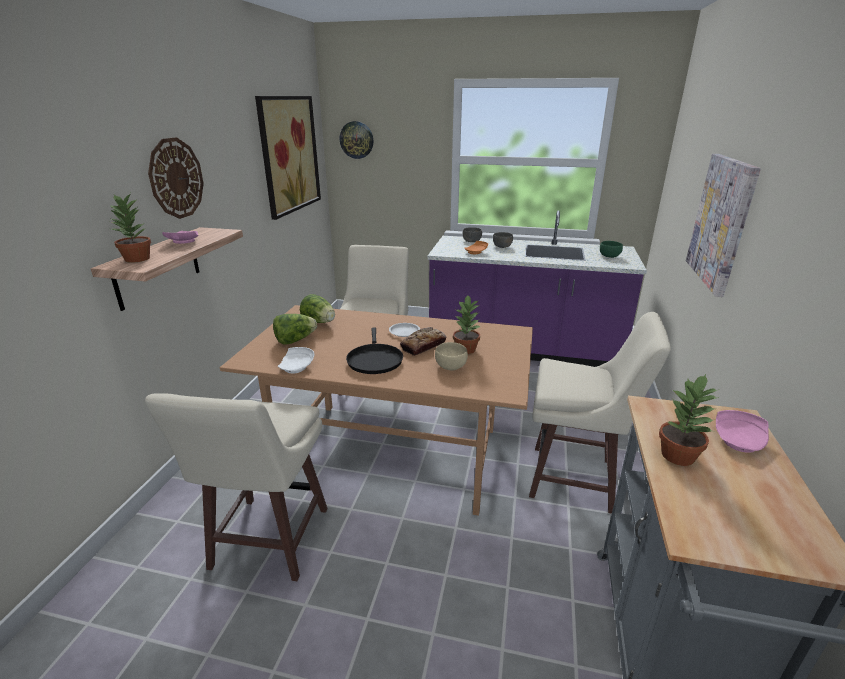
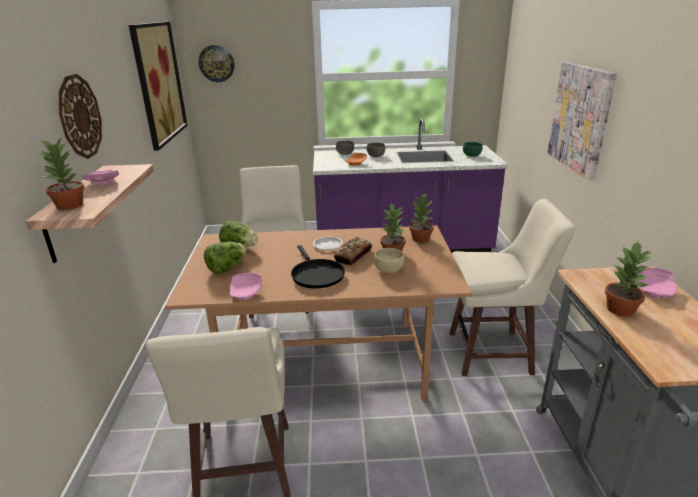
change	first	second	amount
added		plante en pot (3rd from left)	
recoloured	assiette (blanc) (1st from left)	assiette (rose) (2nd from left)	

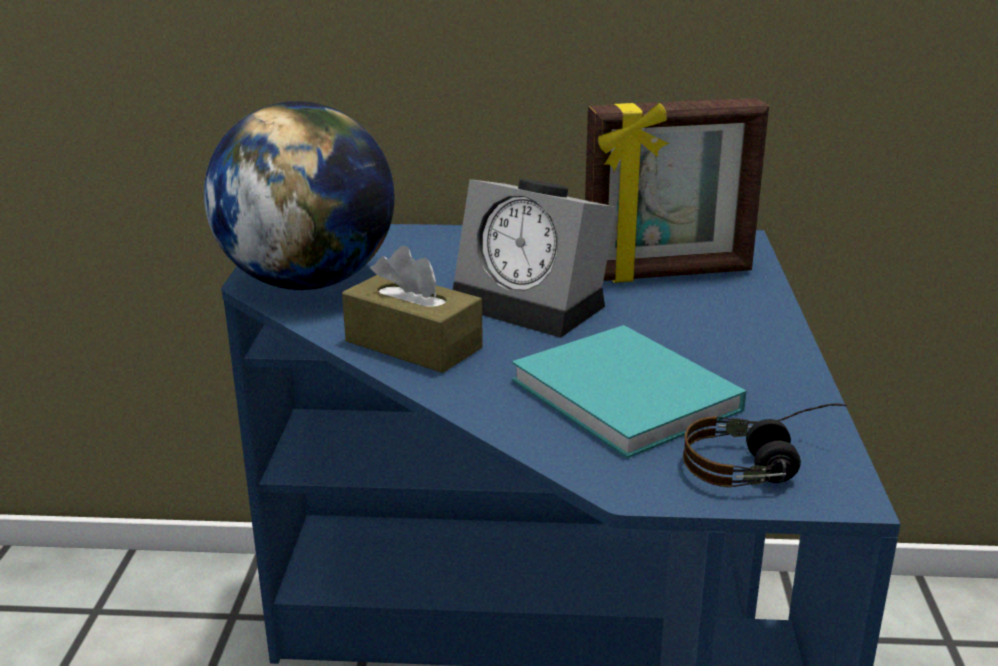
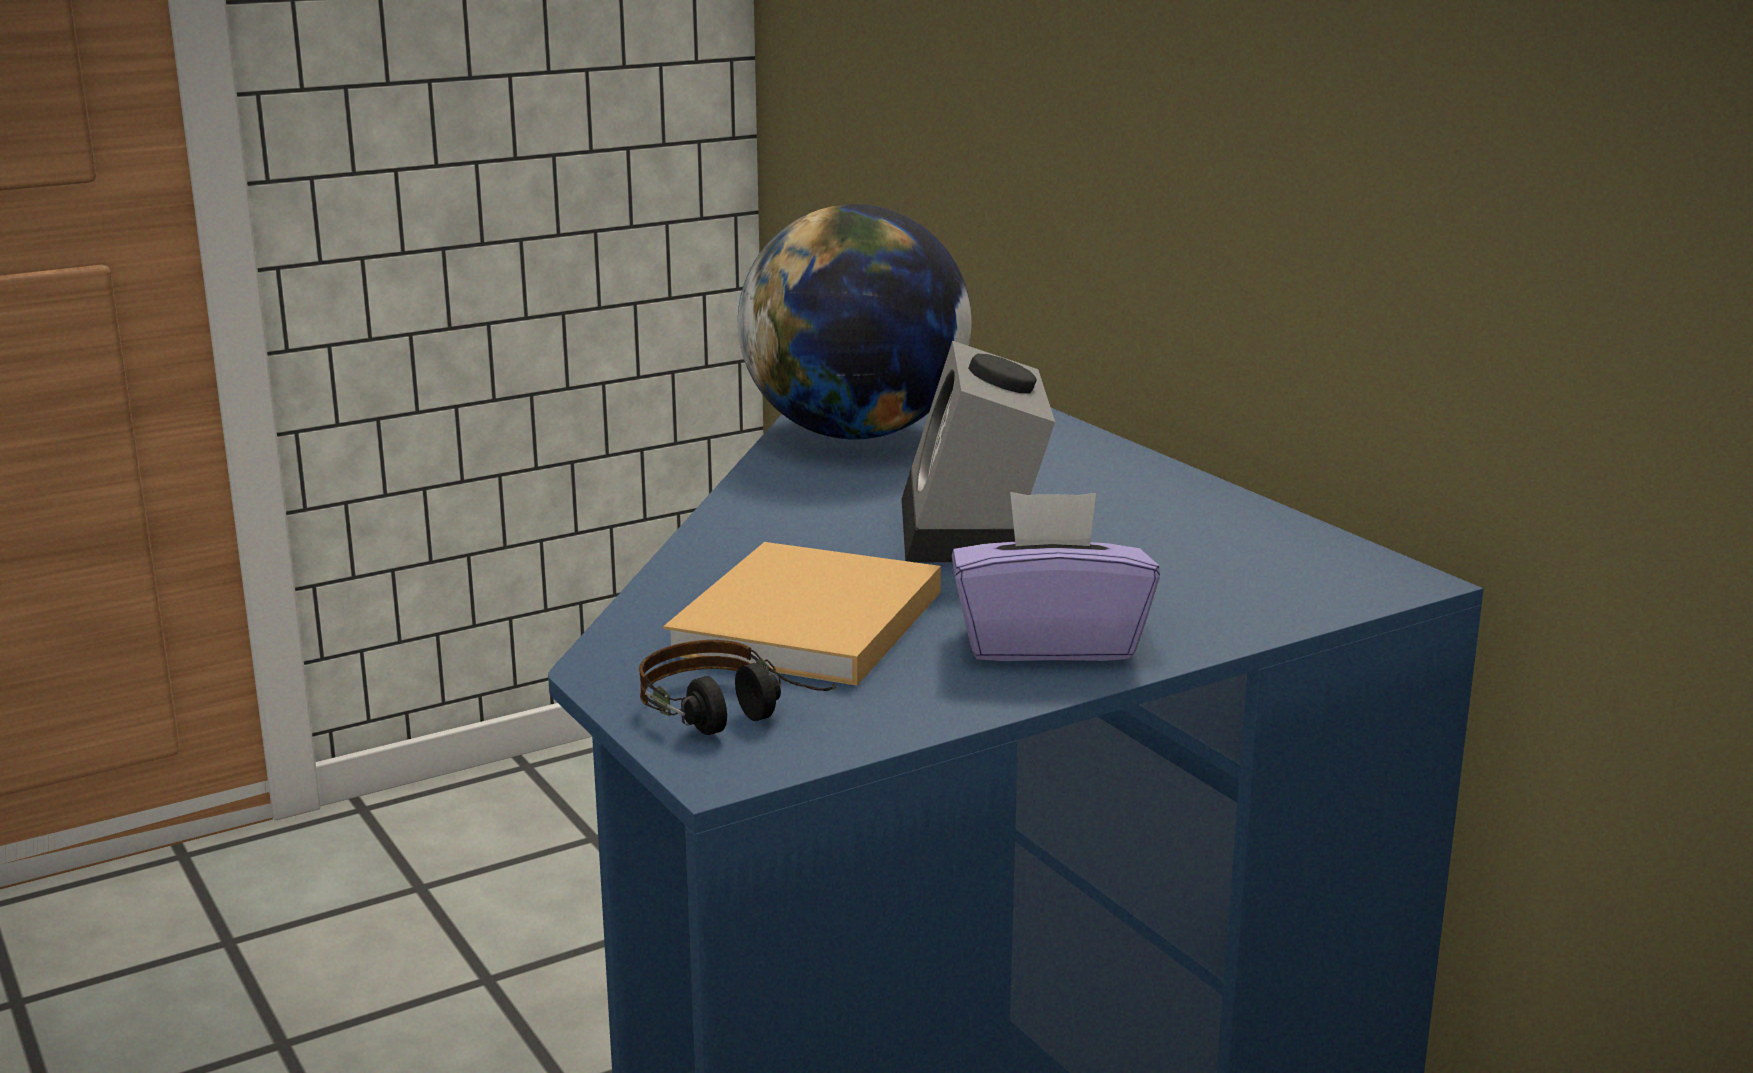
change	first	second	amount
removed	boîte à mouchoirs (marron)		
removed	cadre photo		
added		boîte à mouchoirs (violet)	
recoloured	livre (turquoise)	livre (beige)	

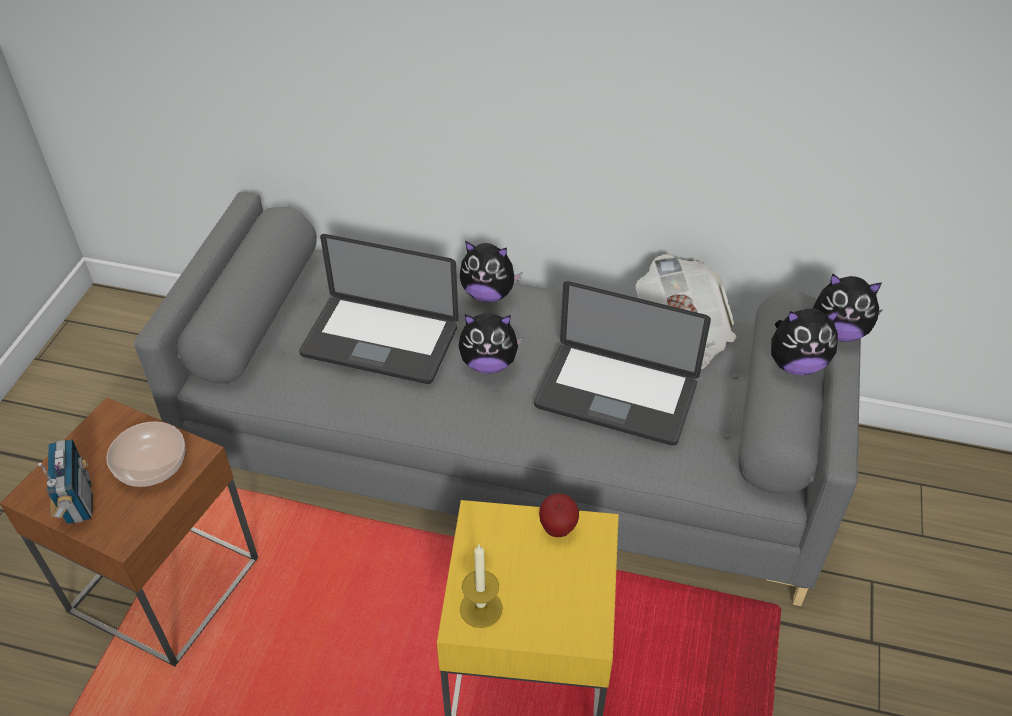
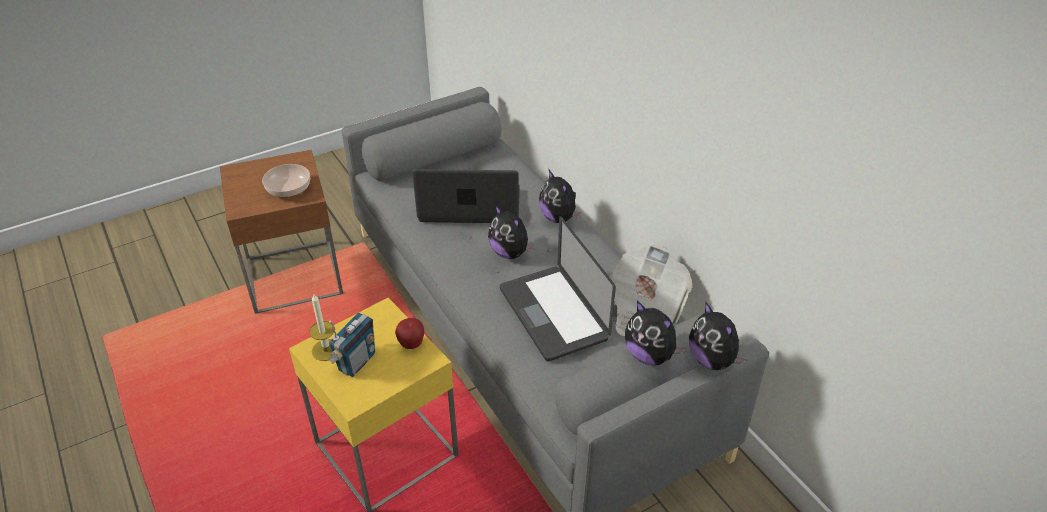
change	first	second	amount
moved	radio		
turned	ordinateur portable (1st from left)		120 degrees clockwise

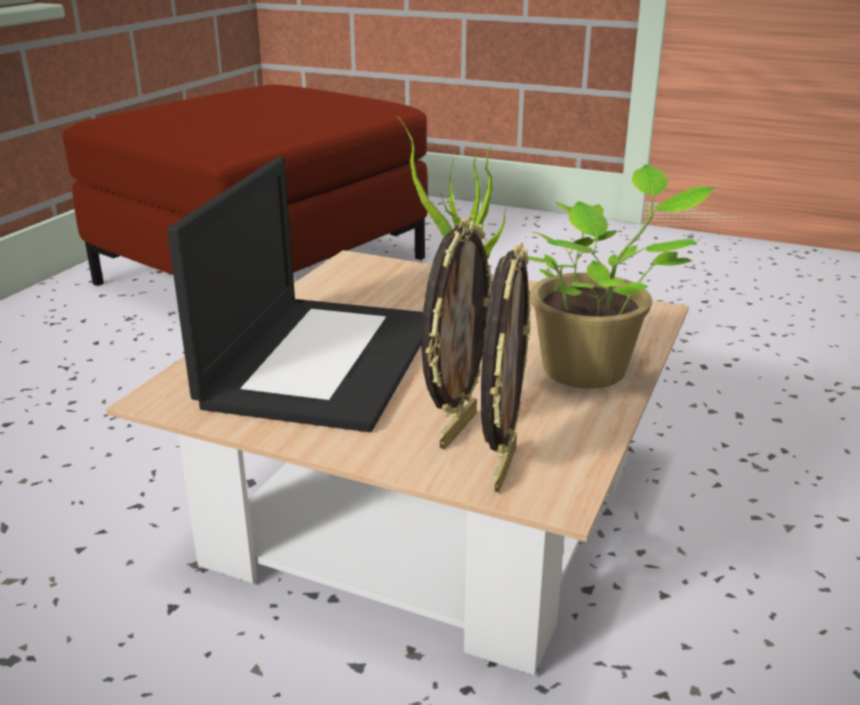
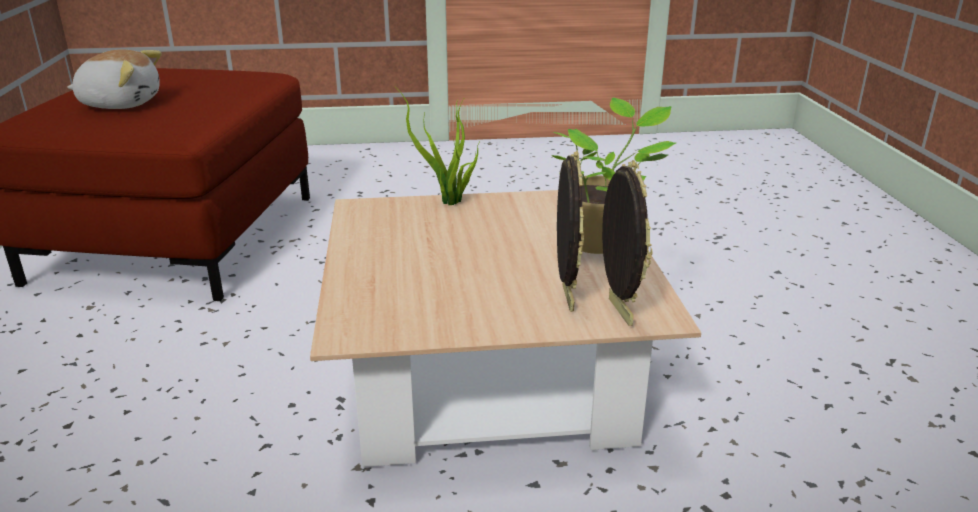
change	first	second	amount
removed	ordinateur portable		
added		peluche	

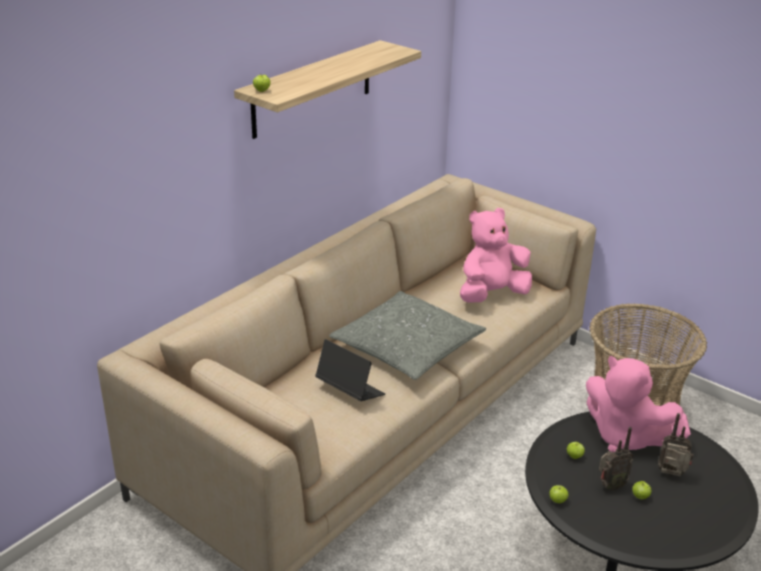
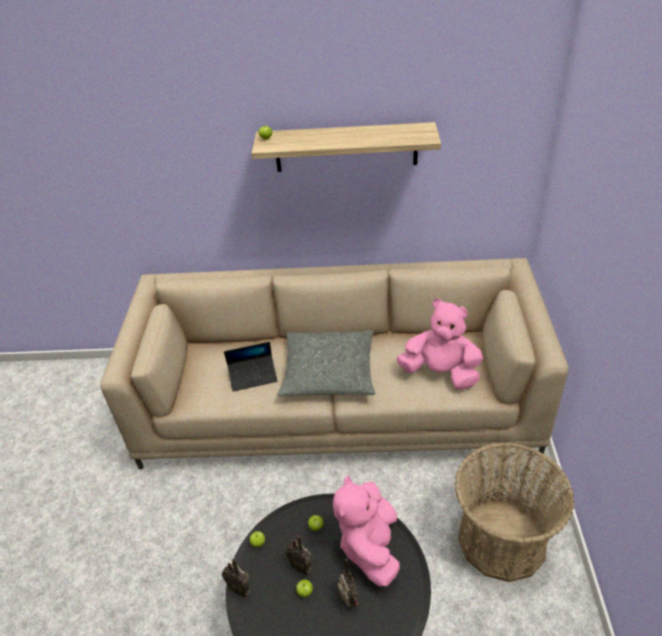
change	first	second	amount
added		radio (1st from left)	
turned	ordinateur portable		75 degrees clockwise

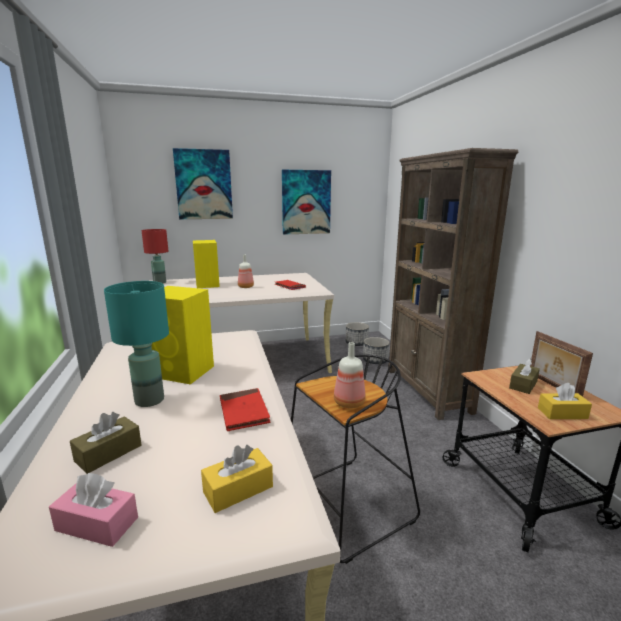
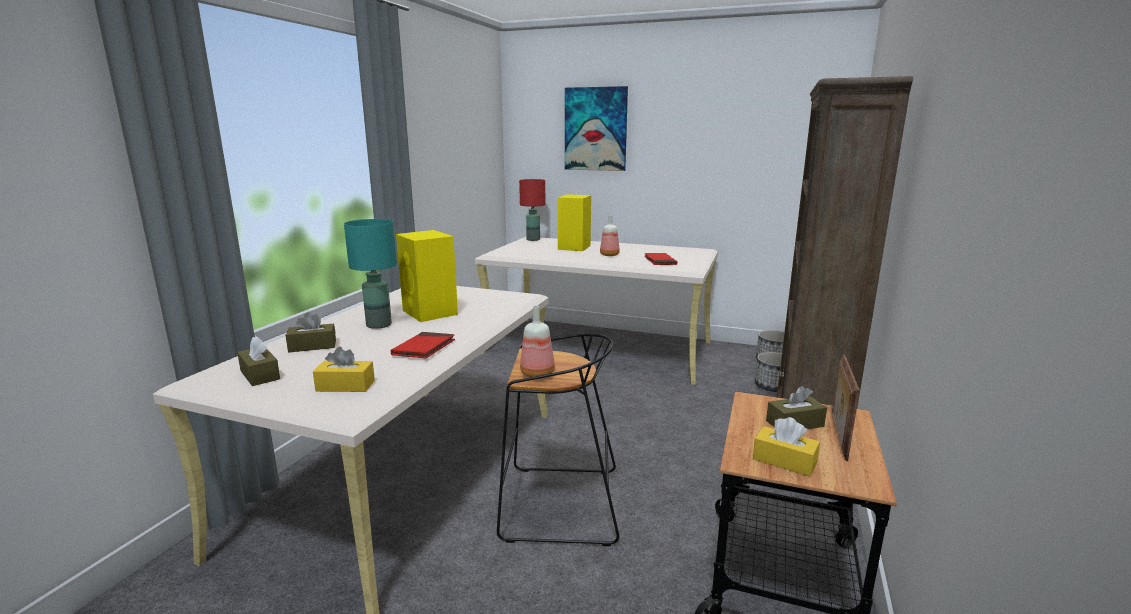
change	first	second	amount
removed	tableau (2nd from left)		
recoloured	boîte à mouchoirs (rose)	boîte à mouchoirs (marron) (1st from left)	

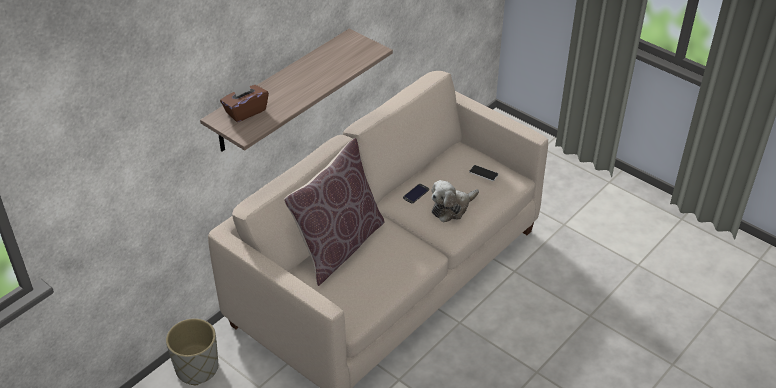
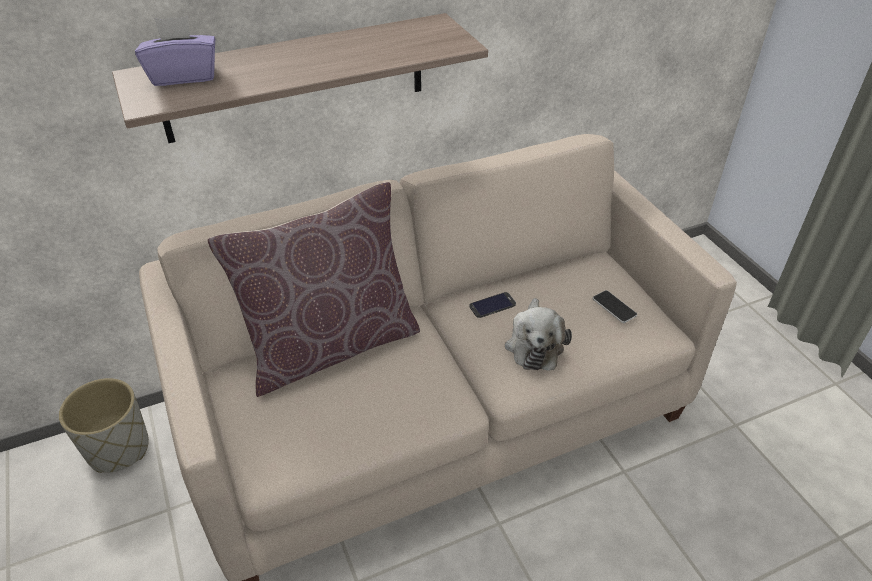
change	first	second	amount
recoloured	boîte à mouchoirs (marron)	boîte à mouchoirs (violet)	
turned	peluche		75 degrees counterclockwise

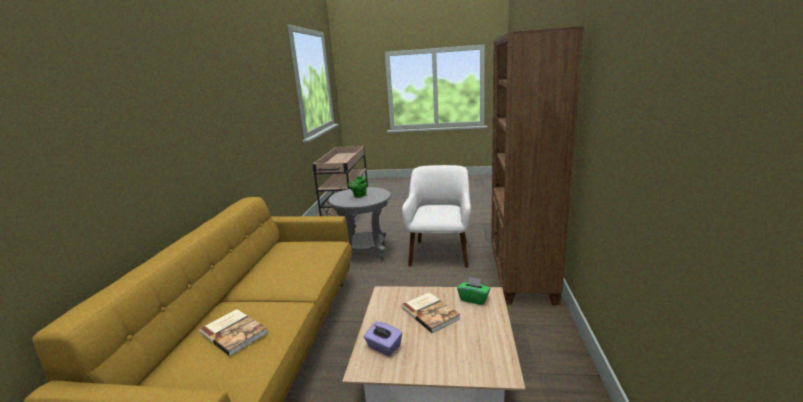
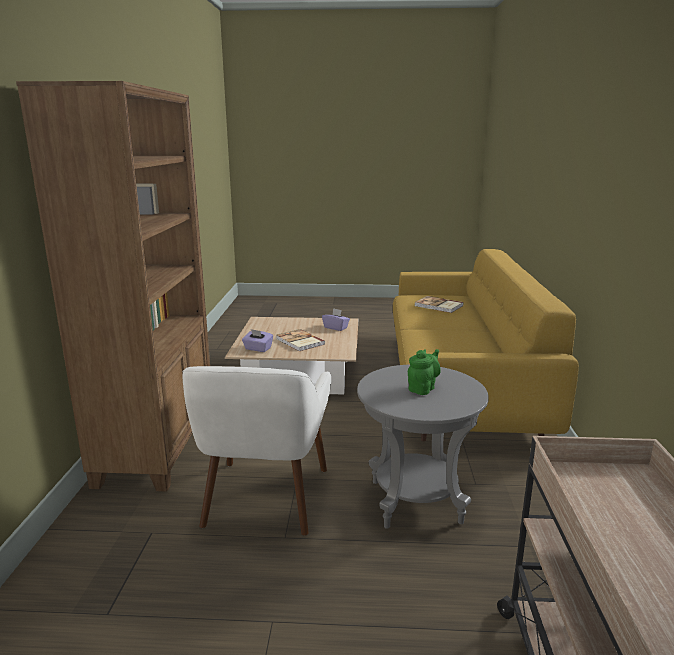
change	first	second	amount
recoloured	boîte à mouchoirs (vert)	boîte à mouchoirs (violet) (1st from left)	

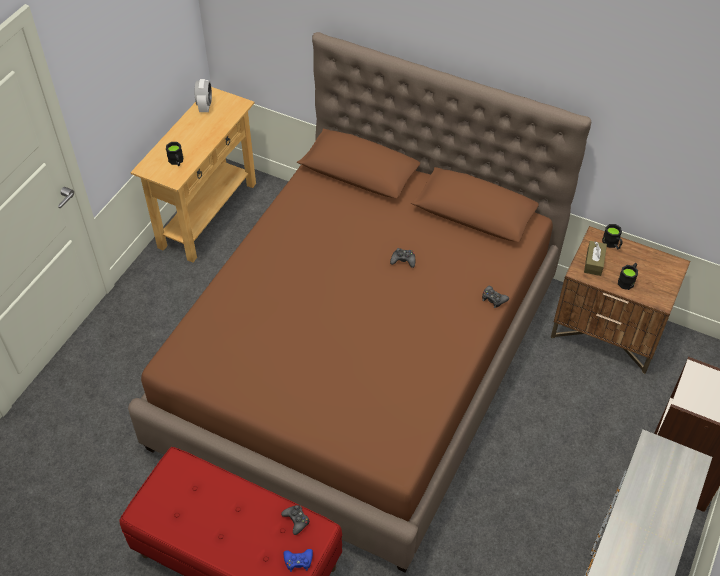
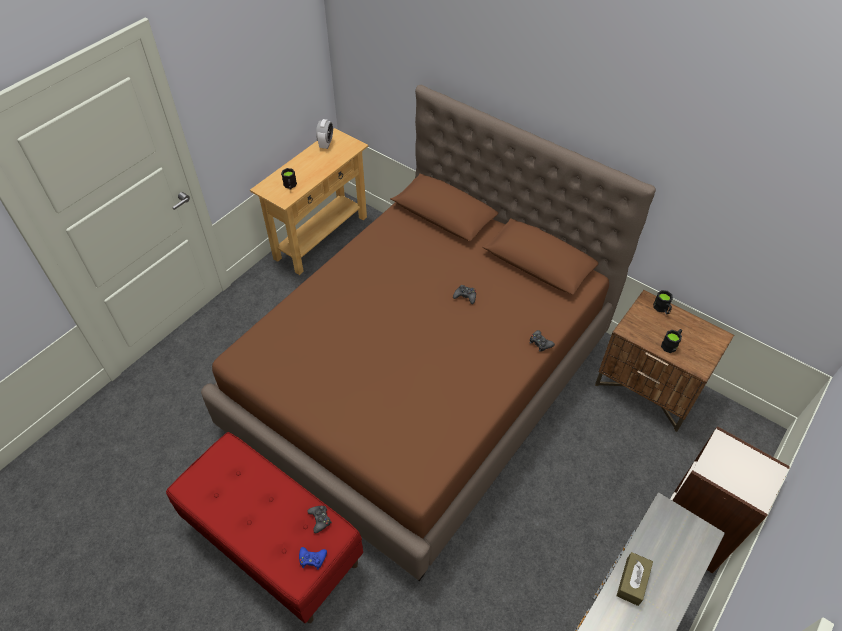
change	first	second	amount
moved	boîte à mouchoirs (marron)		

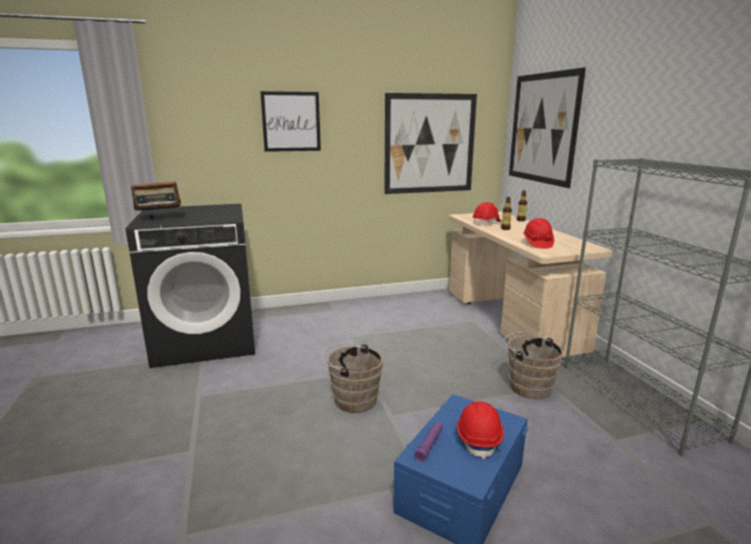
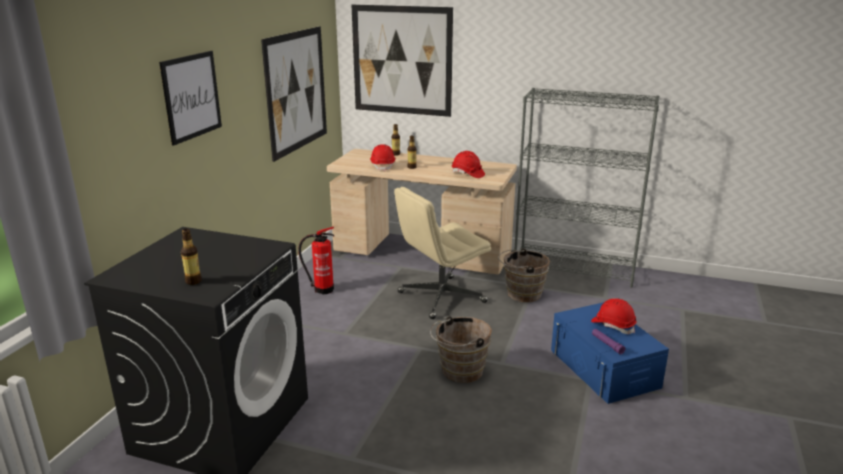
change	first	second	amount
added		extincteur	
added		chaise de bureau (beige)	
replaced	radio	bouteille (1st from left)	

